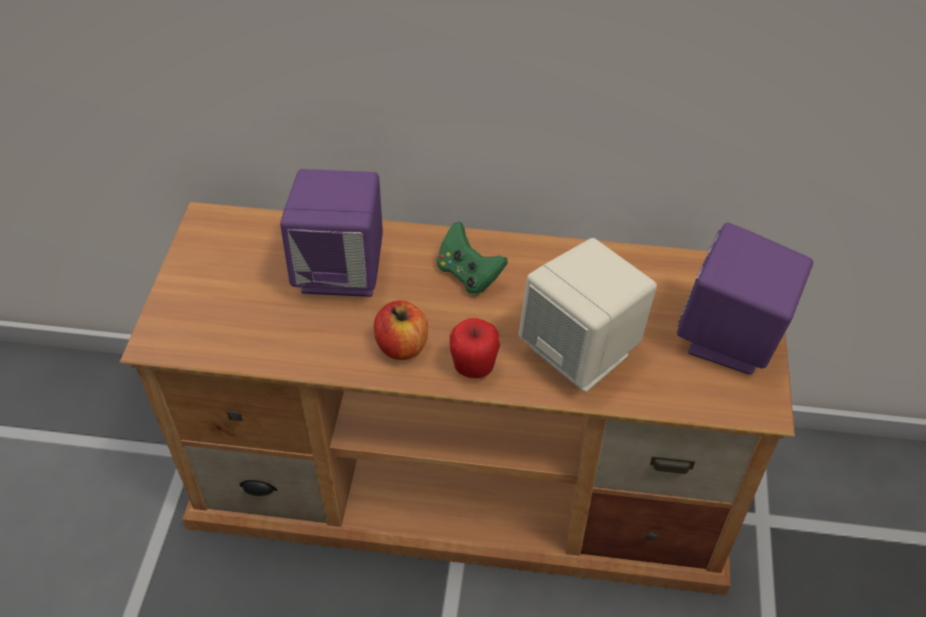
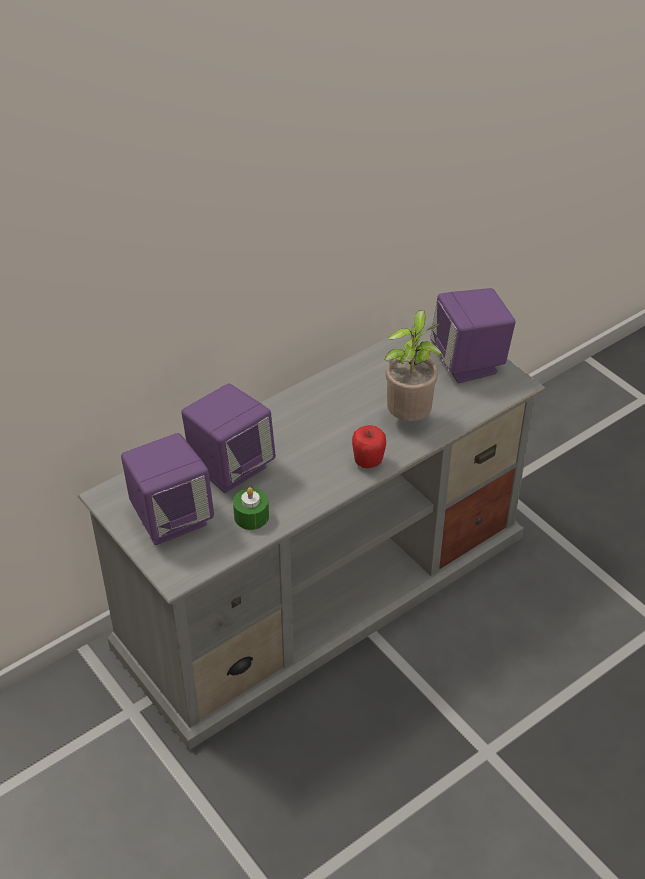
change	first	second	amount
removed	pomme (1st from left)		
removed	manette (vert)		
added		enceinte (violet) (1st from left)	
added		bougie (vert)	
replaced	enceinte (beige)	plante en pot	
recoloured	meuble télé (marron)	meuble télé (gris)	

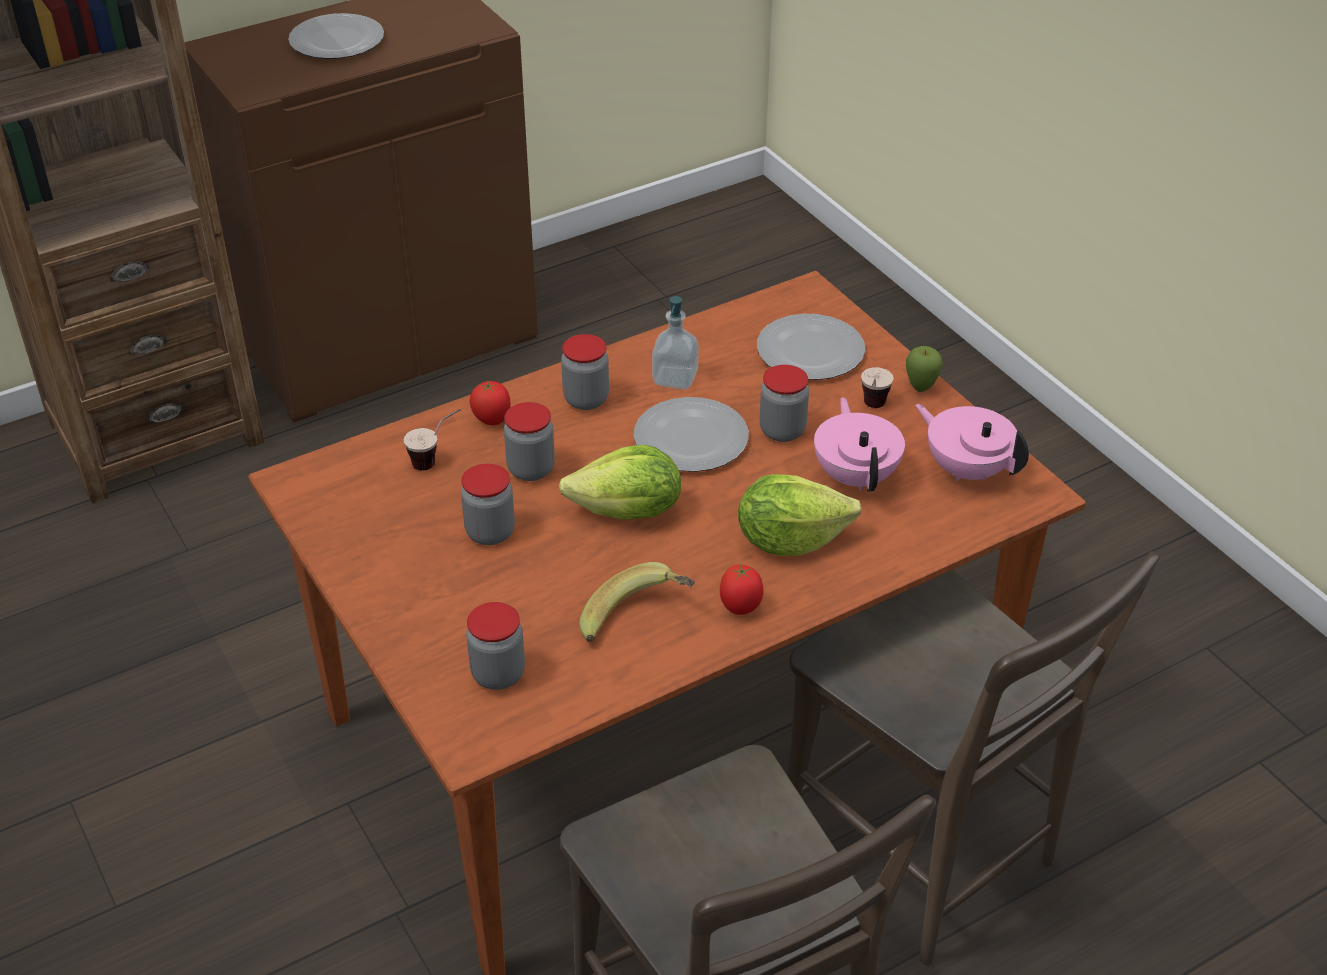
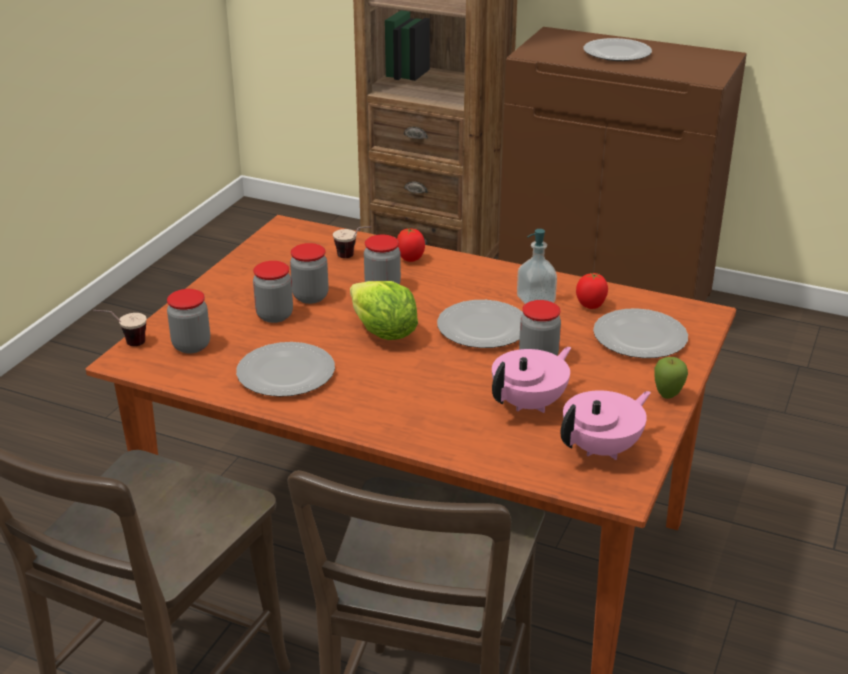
change	first	second	amount
removed	laitue (2nd from left)		
moved	bocal (4th from left in the first image)	bocal (2nd from left)	
moved	tomate (2nd from left)		
moved	tasse (2nd from left in the first image)	tasse (1st from left)	
replaced	banane	assiette (1st from left)	
turned	théière (rose) (2nd from left)		45 degrees clockwise

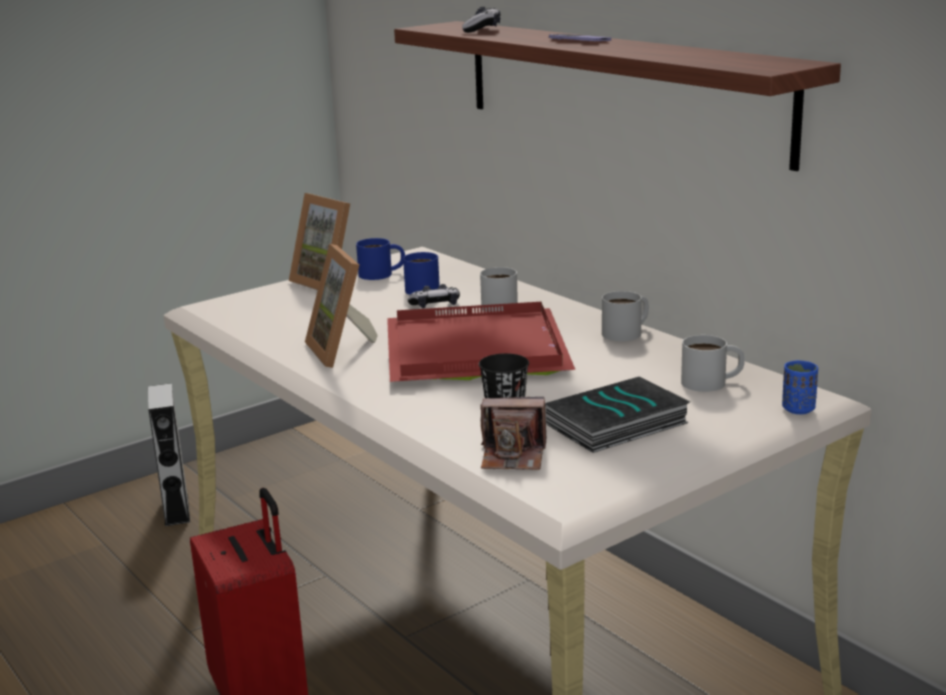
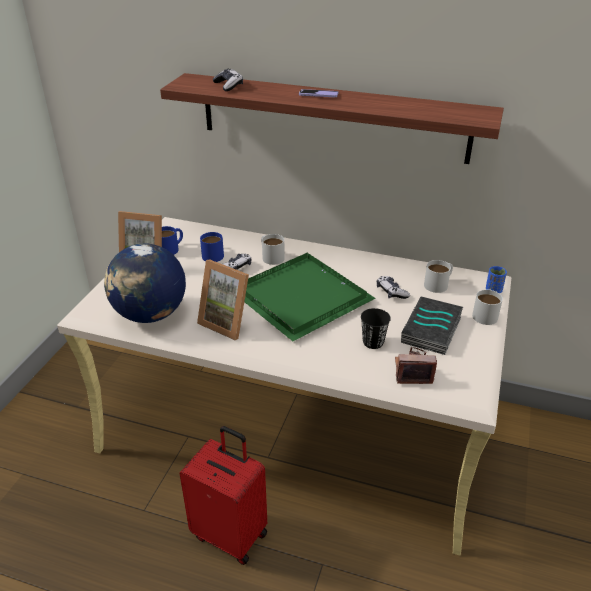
change	first	second	amount
removed	enceinte (gris)		
added		globe	
added		manette (3rd from left)	
moved	mug (blanc) (2nd from left in the first image)	mug (blanc) (3rd from left)	
recoloured	plateau (rouge)	plateau (vert)	
turned	appareil photo		150 degrees counterclockwise

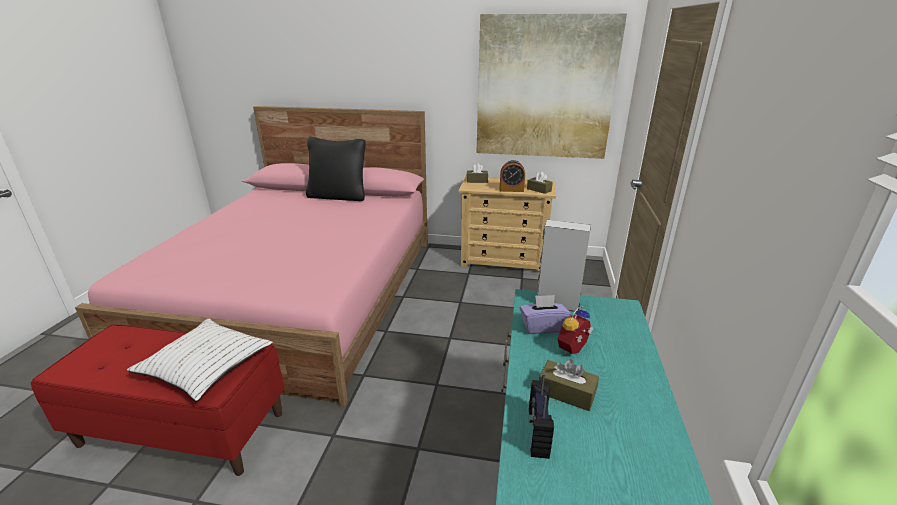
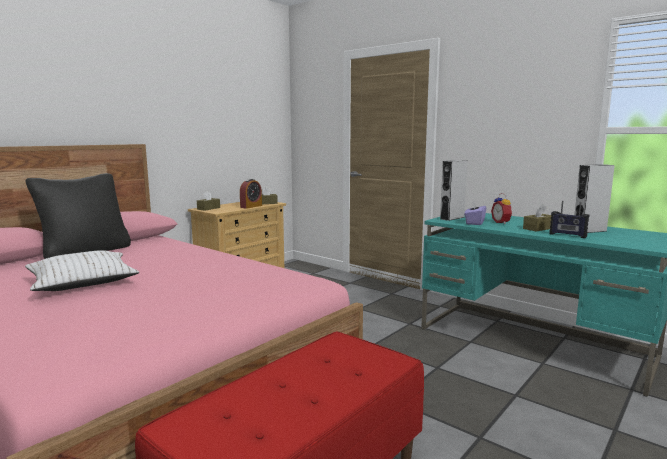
change	first	second	amount
removed	tableau		
added		enceinte (gris) (2nd from left)	
moved	coussin (blanc)		

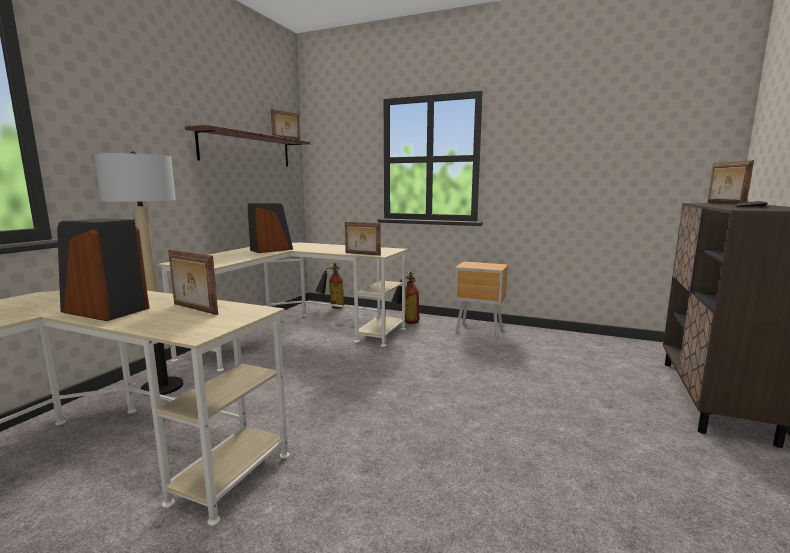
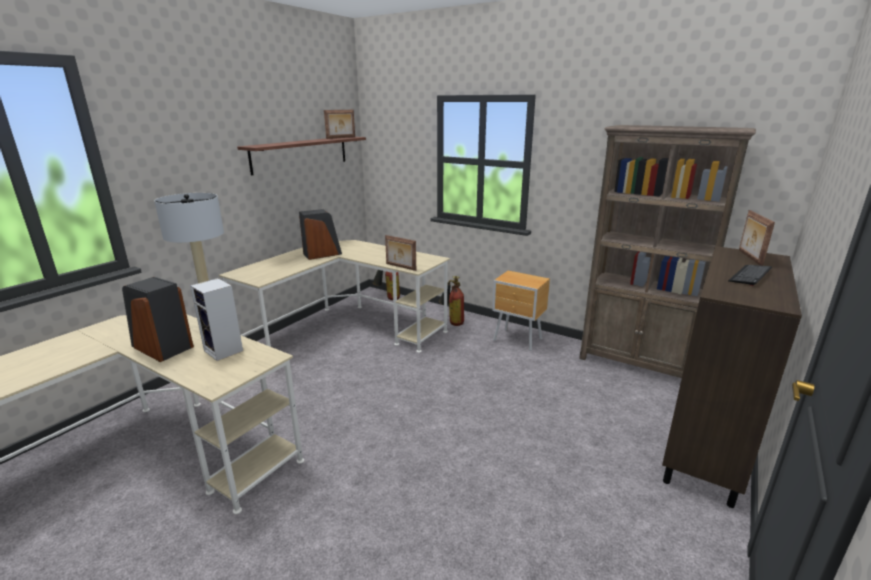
change	first	second	amount
added		bibliothèque (marron)	
replaced	cadre photo (1st from left)	enceinte (2nd from left)	

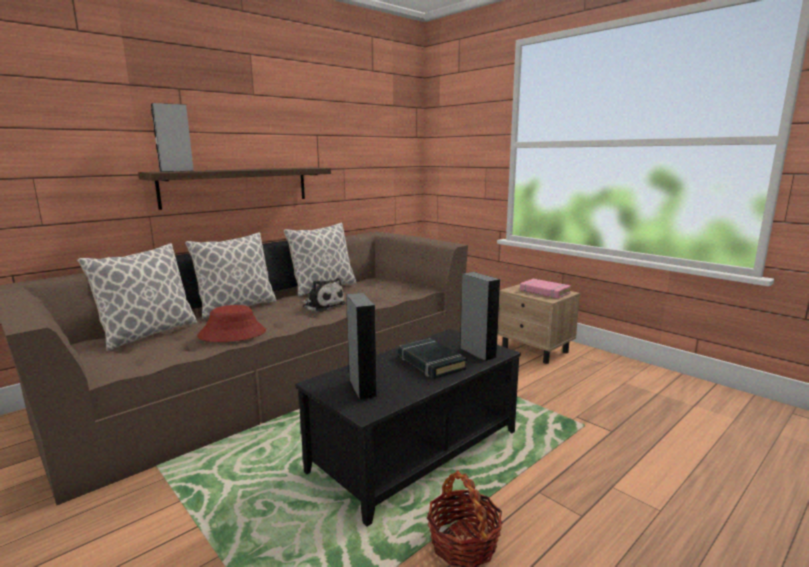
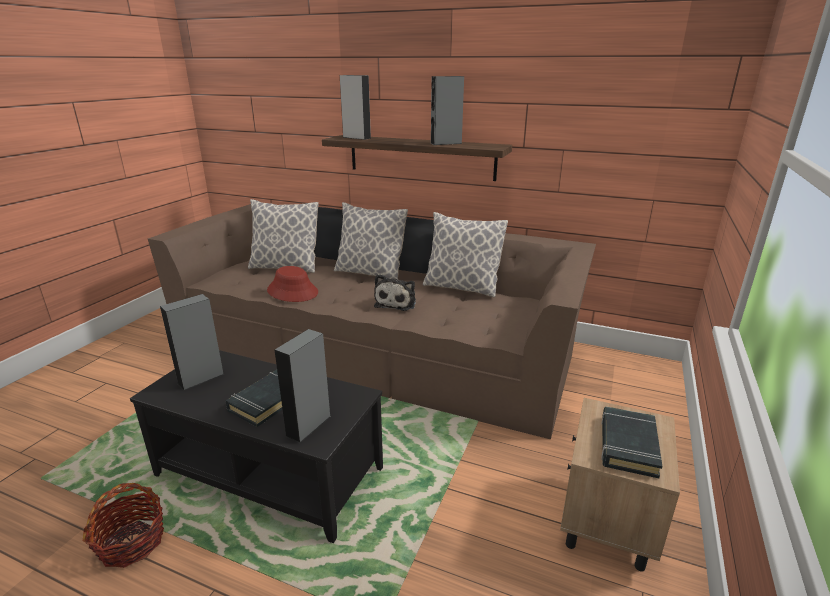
change	first	second	amount
added		enceinte (gris) (4th from left)	
recoloured	livre (rose)	livre (noir) (2nd from left)	

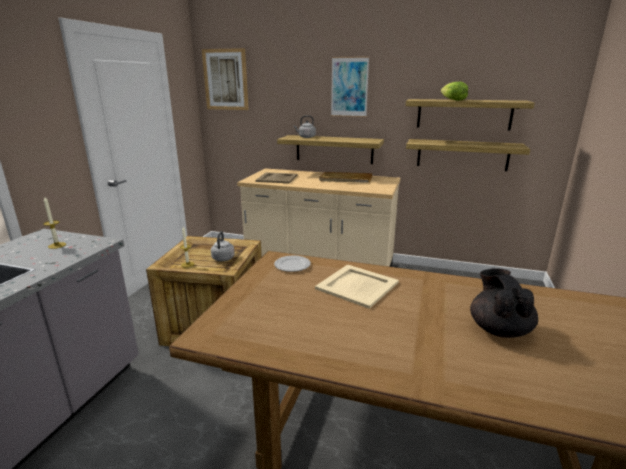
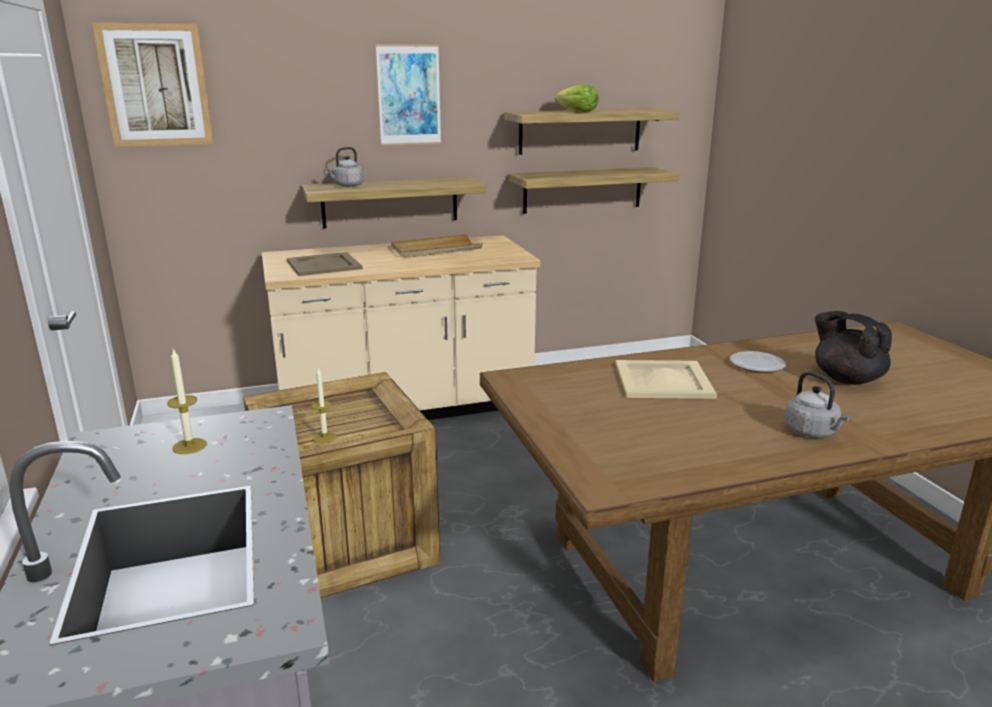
change	first	second	amount
moved	bouilloire (gris) (1st from left in the first image)	bouilloire (gris) (2nd from left)	
moved	assiette		

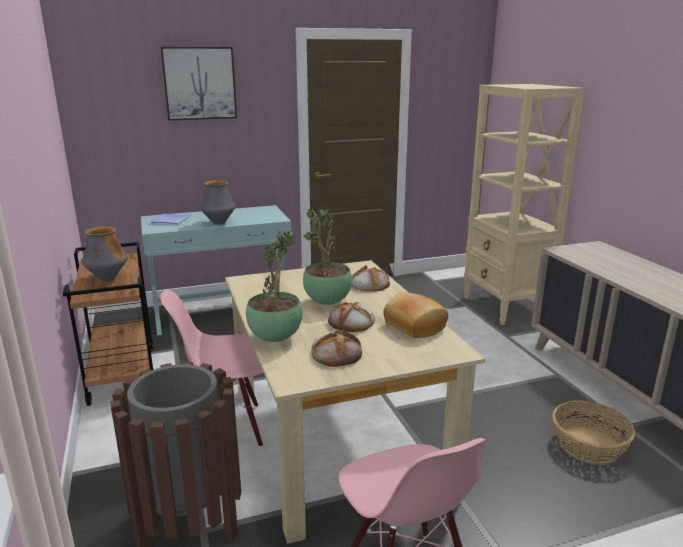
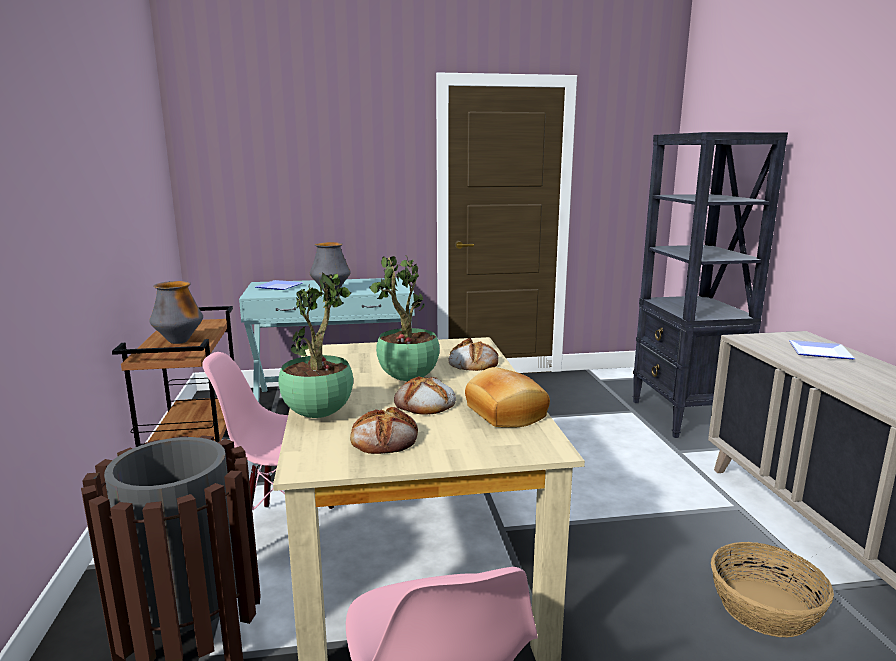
change	first	second	amount
removed	tableau		
added		assiette (2nd from left)	
recoloured	bibliothèque (beige)	bibliothèque (noir)	

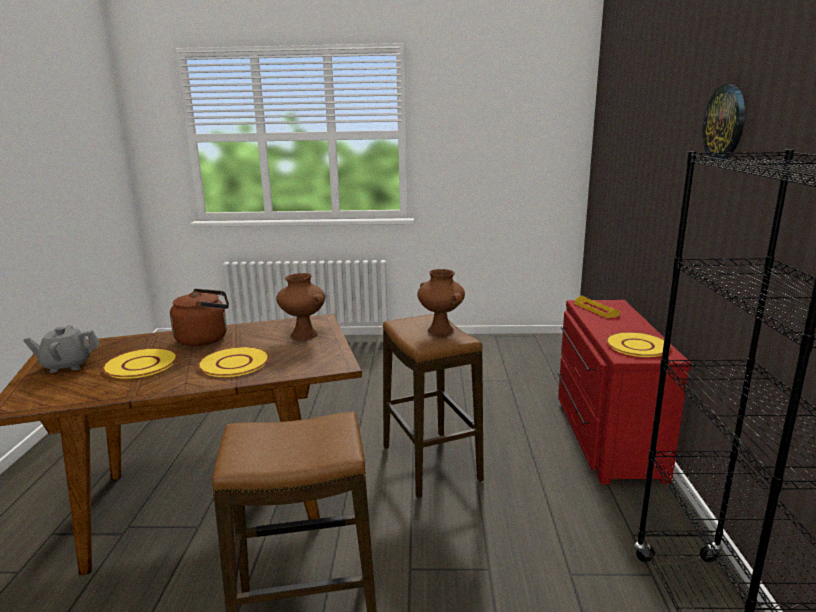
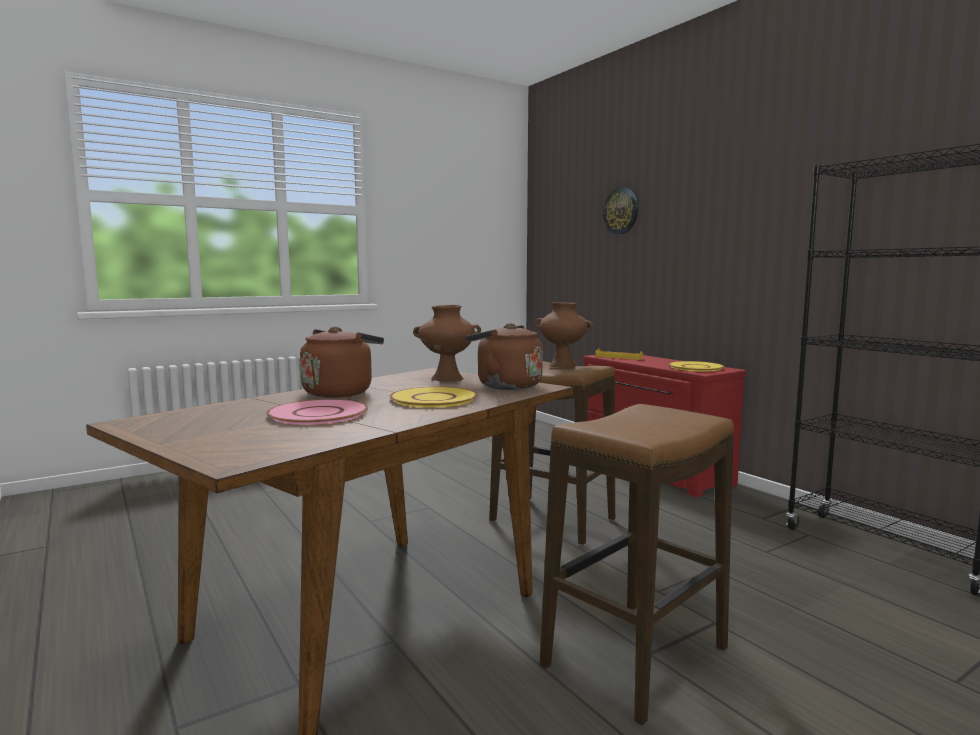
change	first	second	amount
removed	théière (gris)		
added		bouilloire (marron) (2nd from left)	
moved	horloge murale		
recoloured	assiette (jaune) (1st from left)	assiette (rose)	

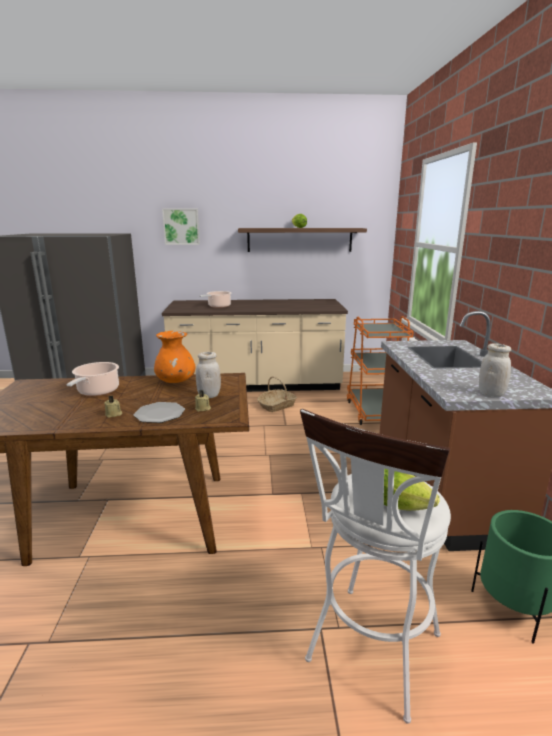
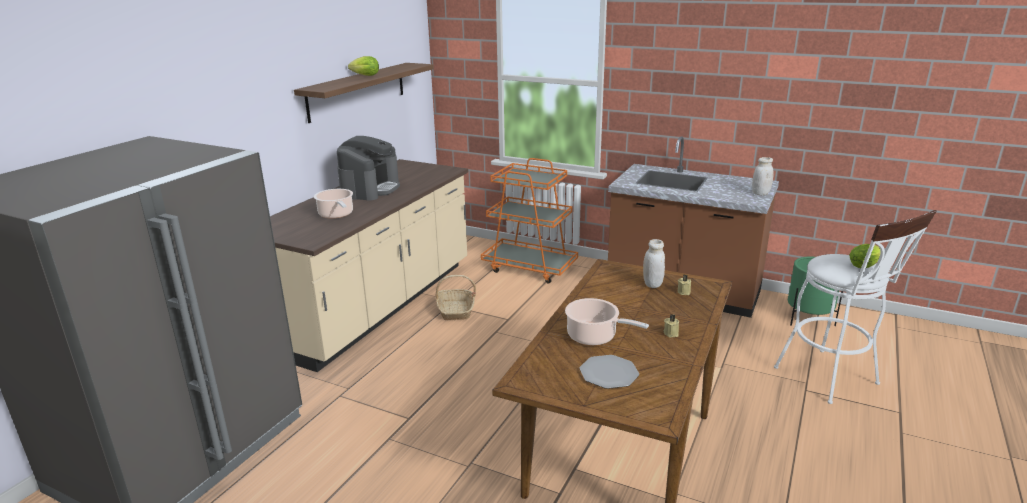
change	first	second	amount
removed	vase (orange)		
removed	tableau		
added		machine à café	
moved	assiette		

